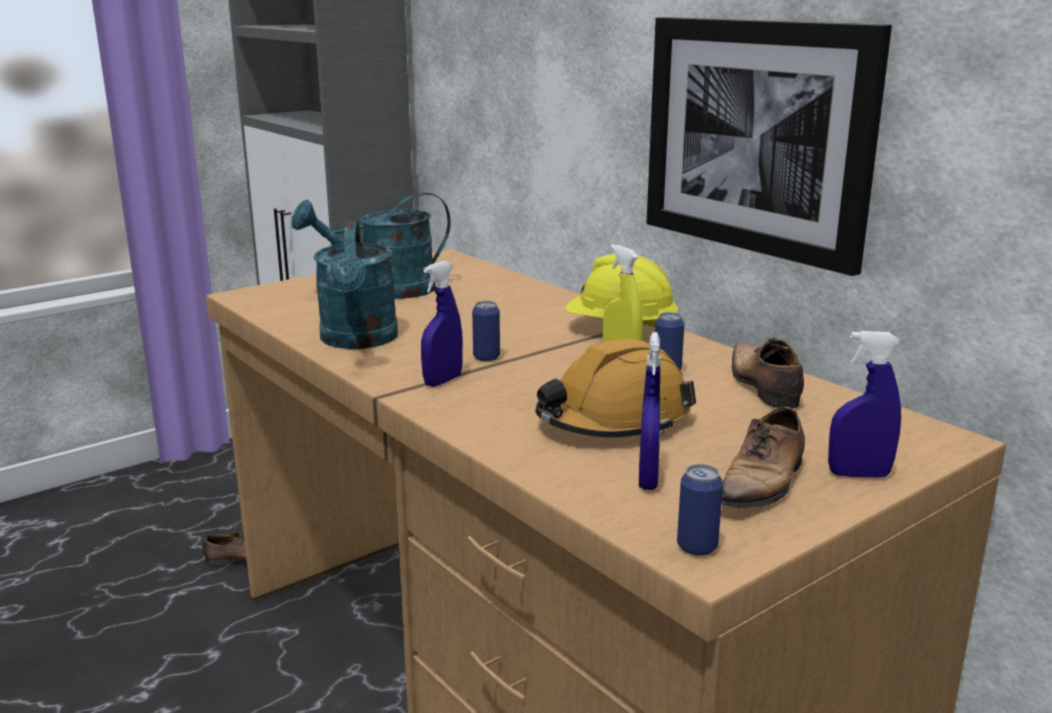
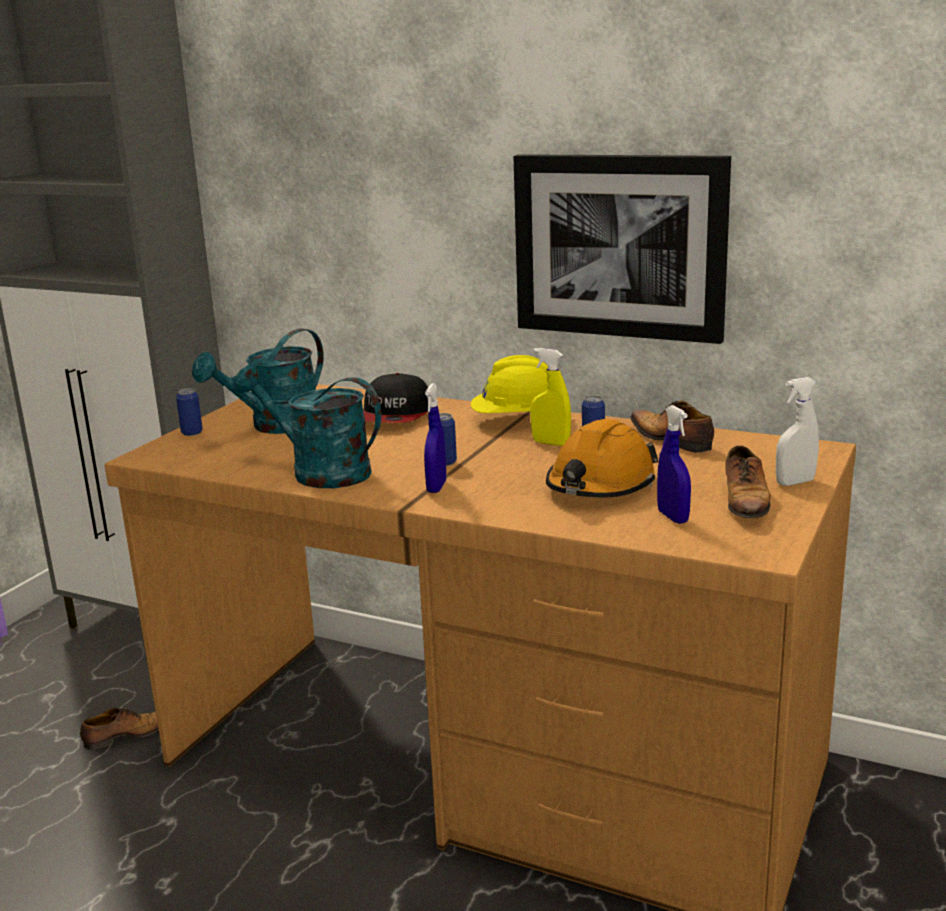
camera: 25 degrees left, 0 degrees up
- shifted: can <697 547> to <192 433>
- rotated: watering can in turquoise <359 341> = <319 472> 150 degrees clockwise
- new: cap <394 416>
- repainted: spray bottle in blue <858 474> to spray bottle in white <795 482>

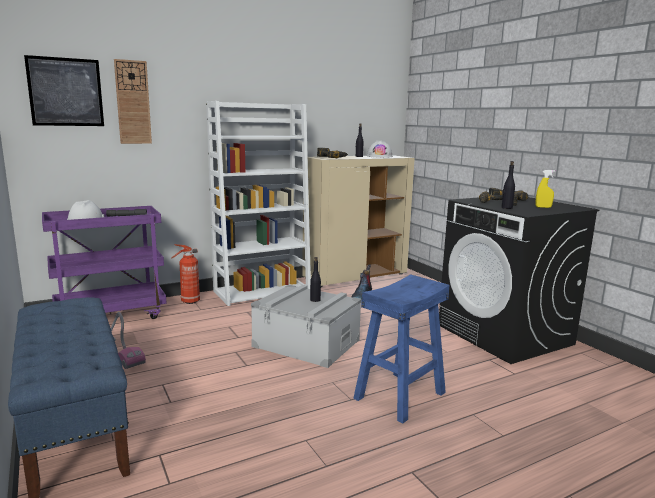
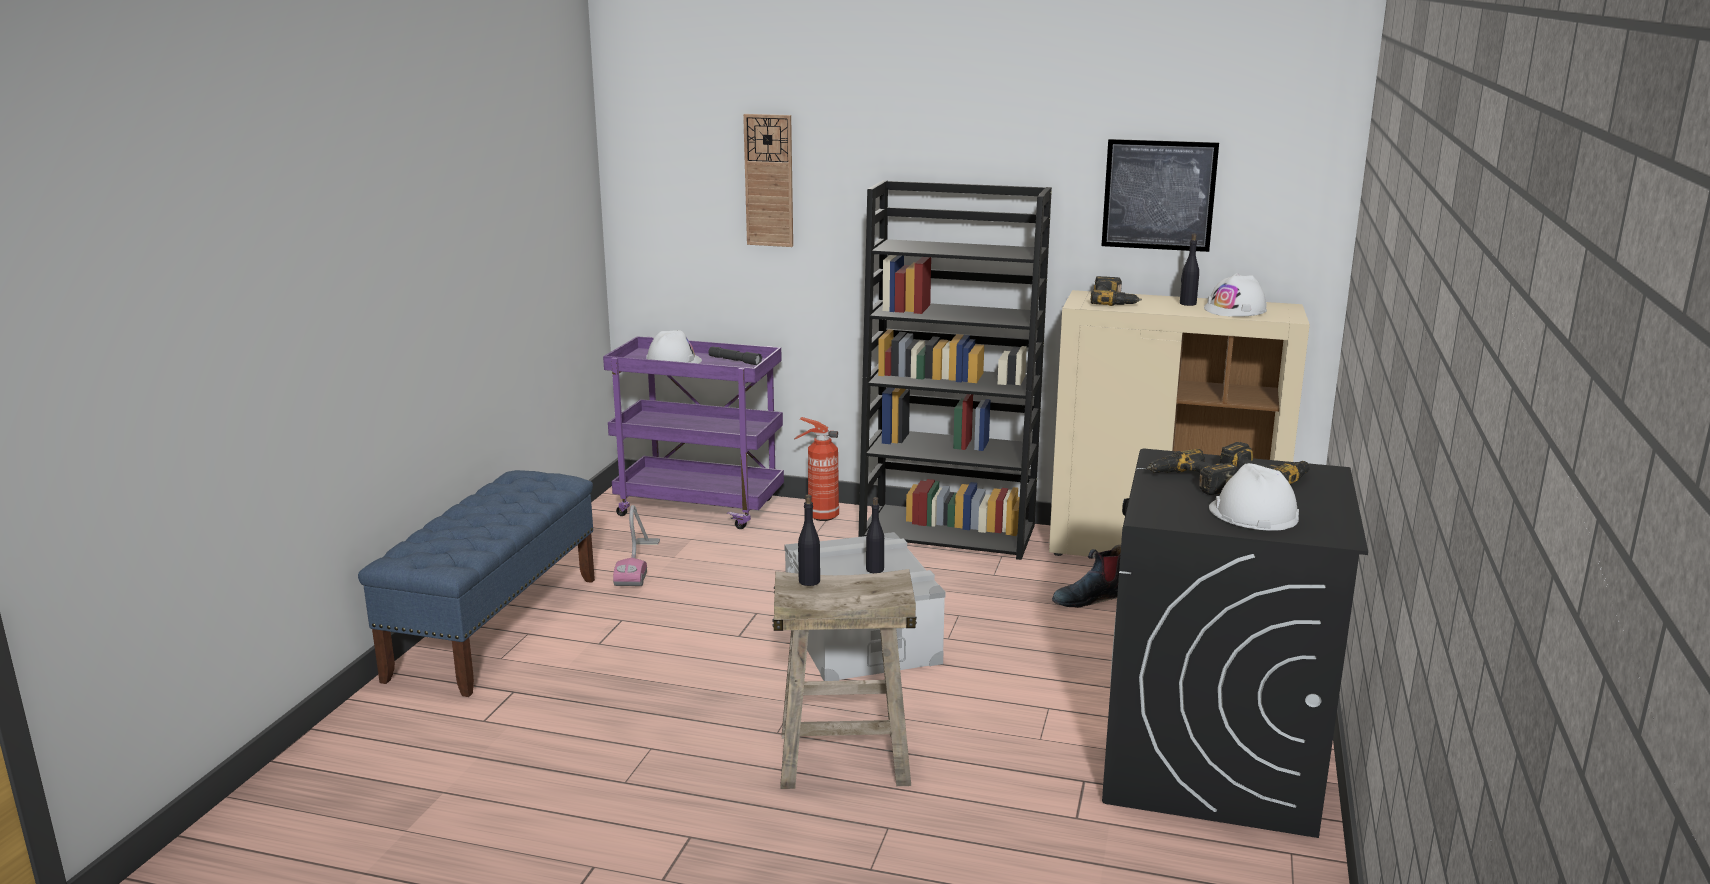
camera: 45 degrees right, 5 degrees up
- repainted: stool in blue <399 395> to stool in beige <845 758>
- shifted: bottle in black <506 208> to <809 581>
- repainted: bookcase in white <262 291> to bookcase in black <949 532>
- shifted: picture <66 92> to <1159 195>
- swapped: spray bottle in yellow <543 207> to hard hat in white <1253 513>

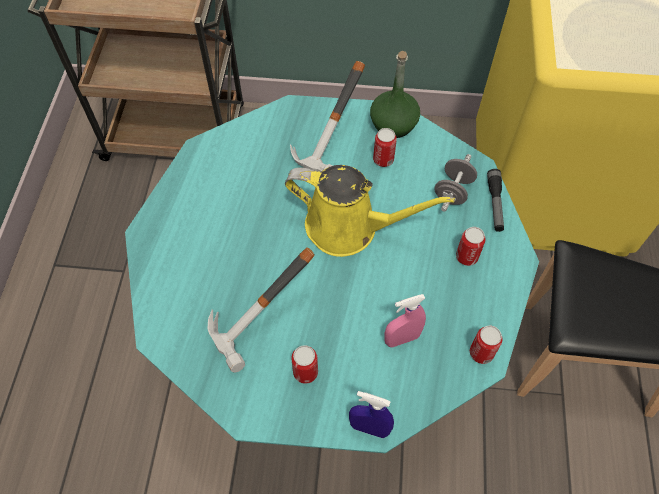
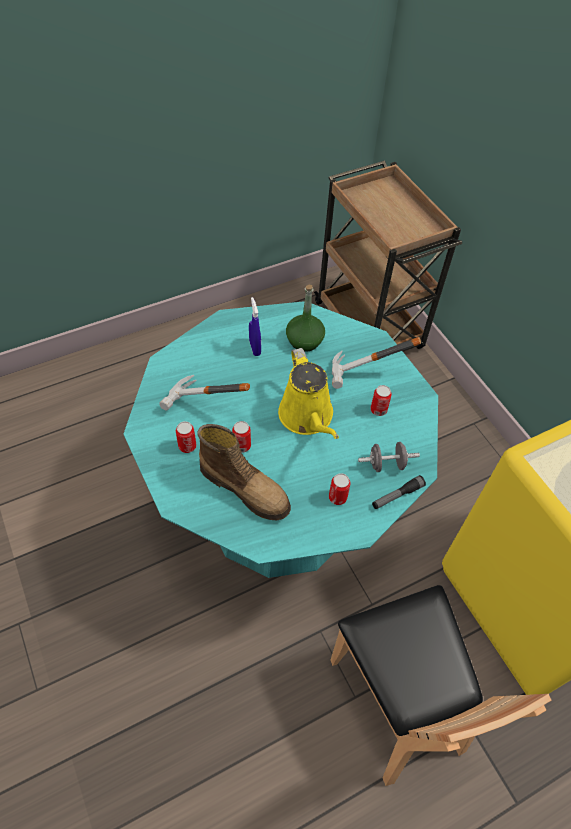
camera: 55 degrees right, 5 degrees down
- swapped: spray bottle in pink <402 339> to boot <245 487>
- shifted: can <481 353> to <242 445>
- shifted: spray bottle in blue <369 428> to <255 348>
- shifted: bottle in green <393 124> to <304 341>

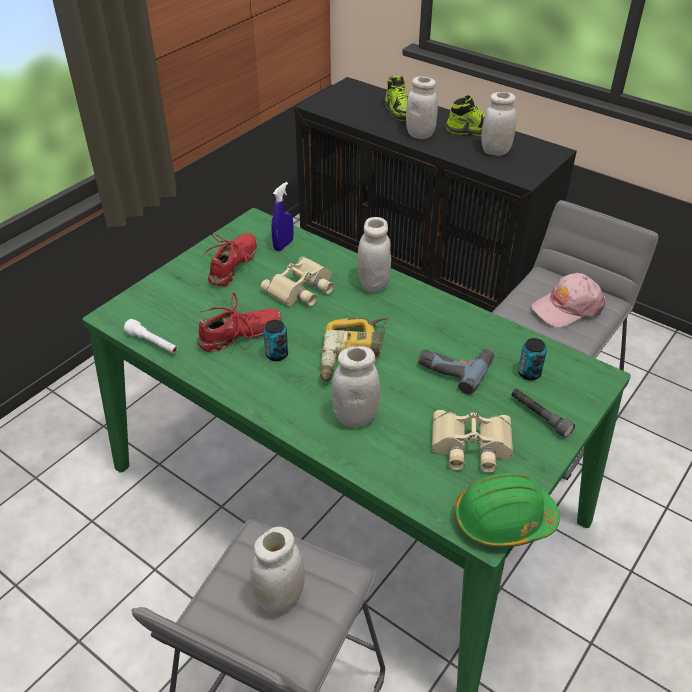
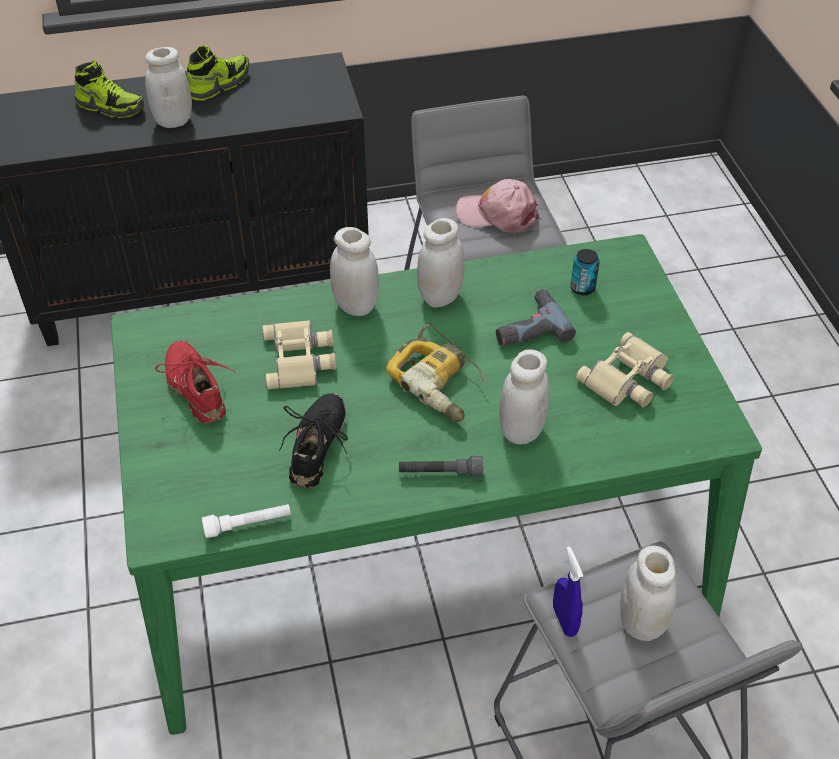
camera: 50 degrees left, 5 degrees up
- repainted: shoe in red <240 336> to shoe in black <318 447>
- shifted: flashlight in grey <539 417> to <440 473>
- shifted: jar in white <495 151> to <440 297>
- rotated: cap in pink <567 307> = <497 214> 90 degrees clockwise
- shifted: spray bottle in blue <283 245> to <564 620>
- gone: can <277 354>
- gone: hard hat in green <503 520>

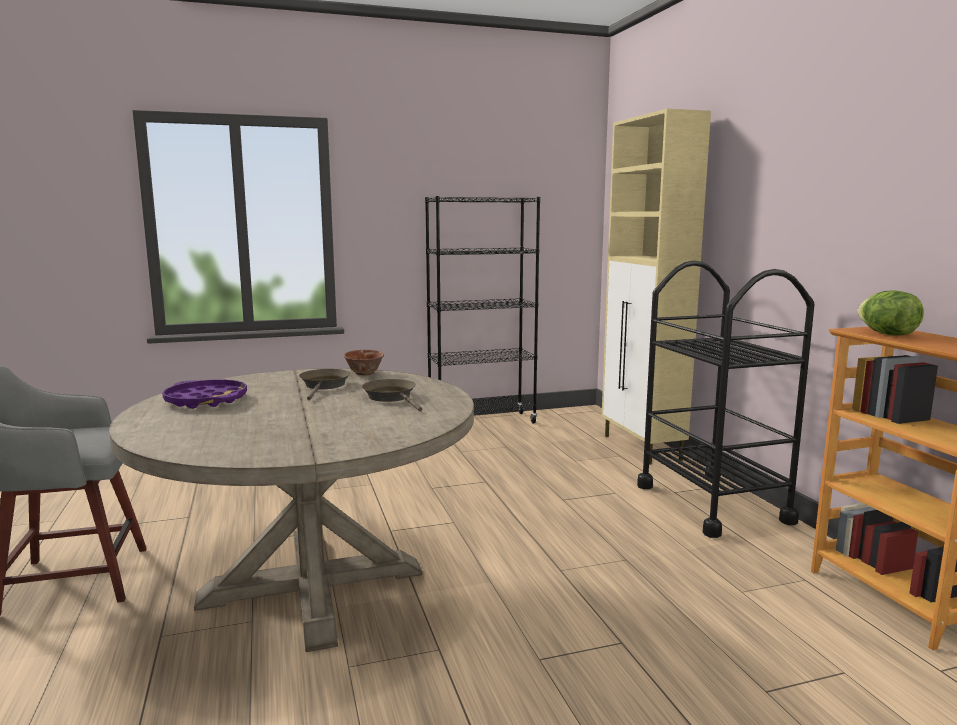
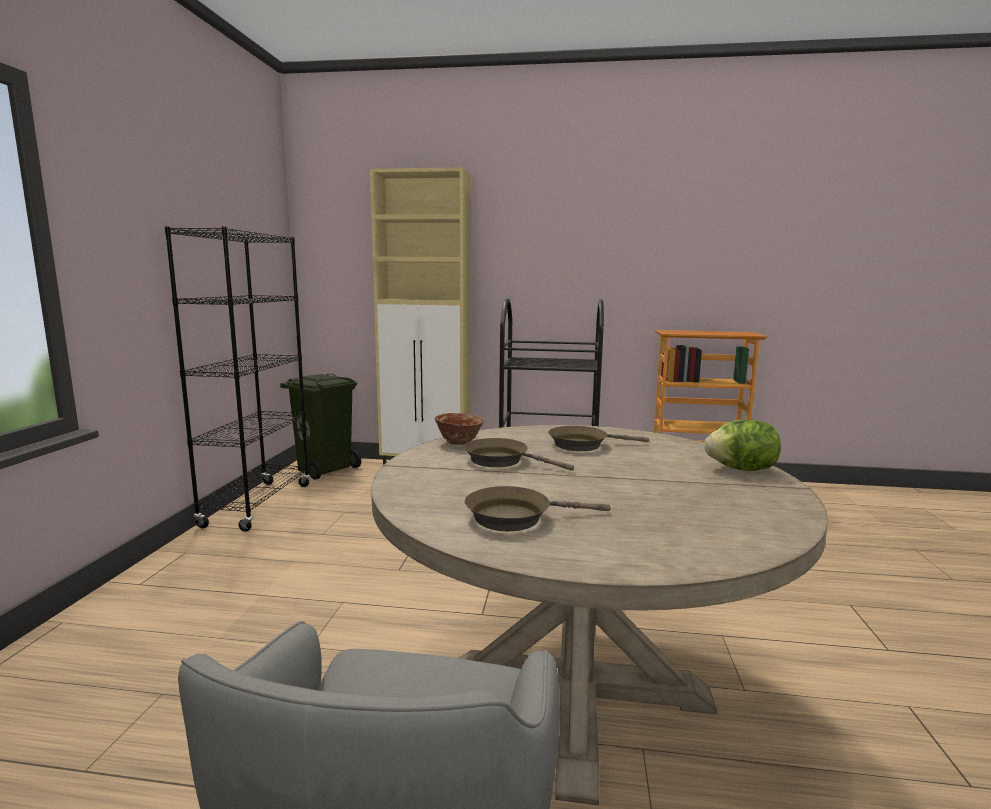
camera: 65 degrees left, 0 degrees up
- new: trash can in green <325 468>
- swapped: tray in purple <206 400> to frying pan in brown <515 517>
- shifted: lettuce <887 334> to <741 469>

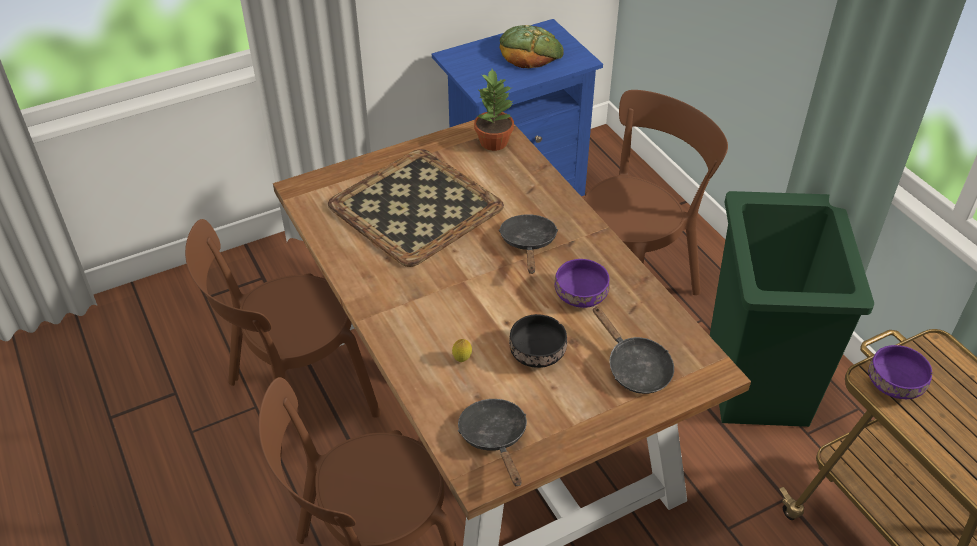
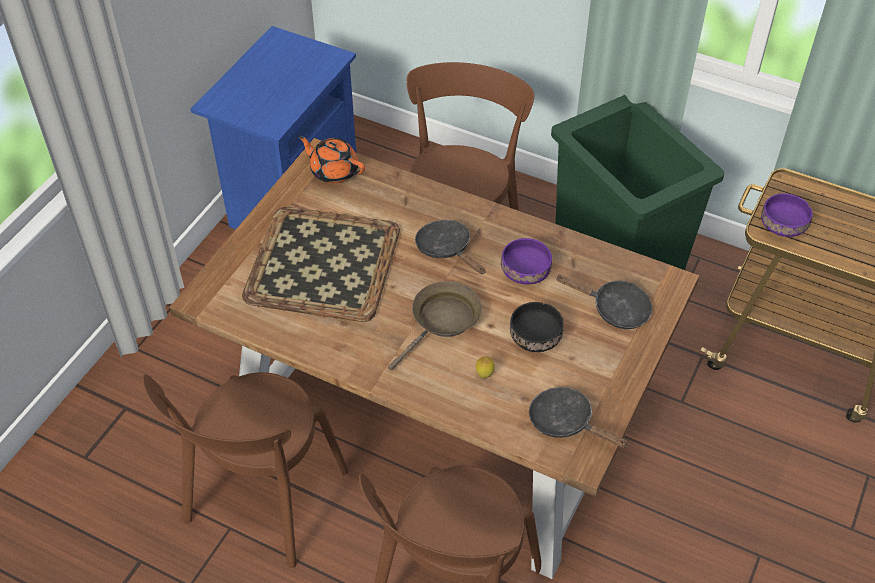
camera: 35 degrees left, 5 degrees up
- swapped: potted plant <493 141> to teapot in orange <333 171>
- new: frying pan in brown <442 321>
- gone: bread <530 51>

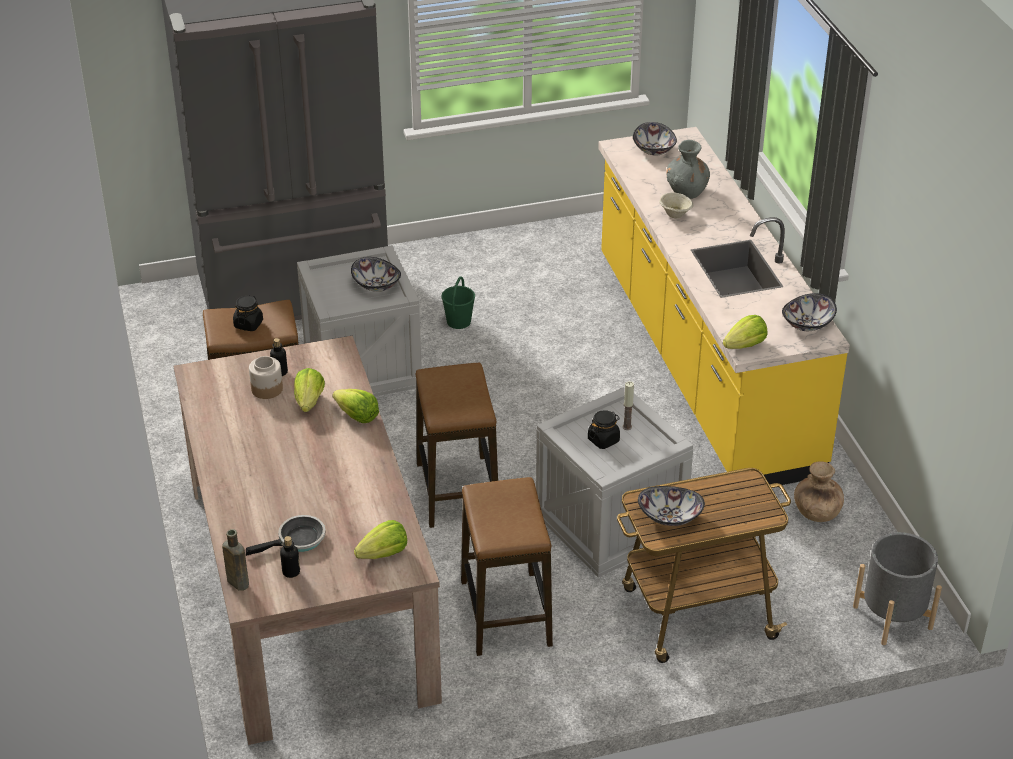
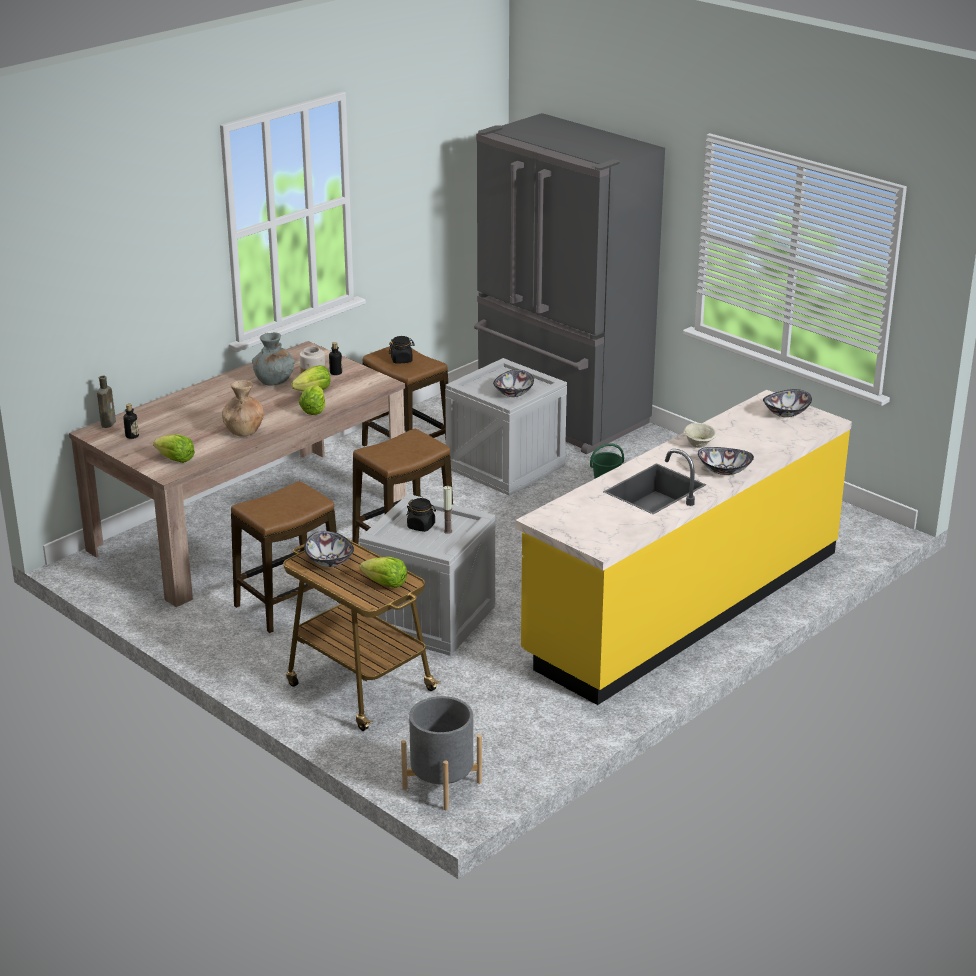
camera: 60 degrees right, 10 degrees down
- shifted: vase in brown <816 513> to <244 430>
- shifted: vase in grey <687 191> to <274 381>
- shifted: lettuce <745 345> to <385 584>
- shifted: bowl <806 324> to <724 470>
- gone: frying pan <298 540>

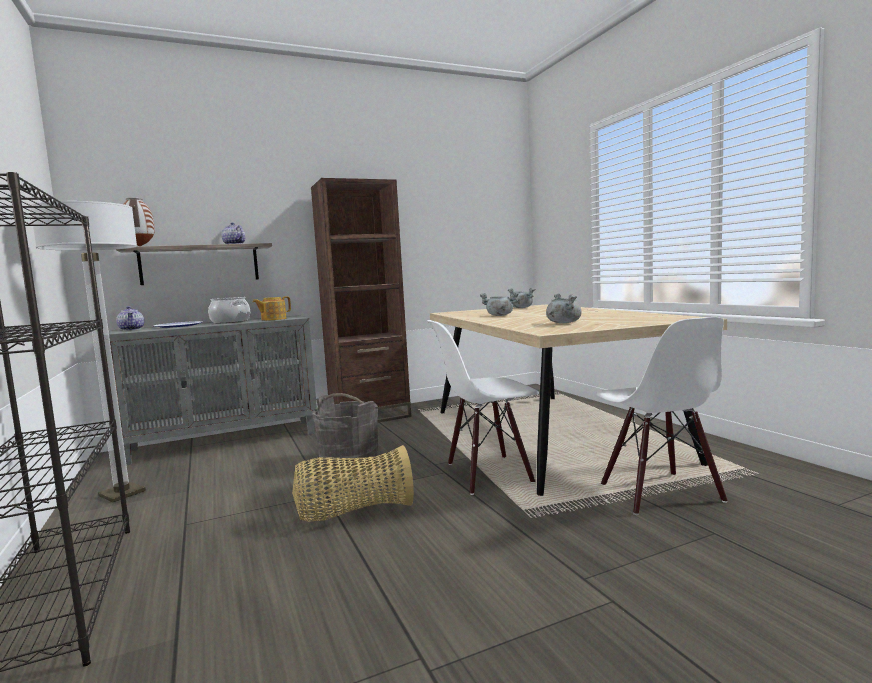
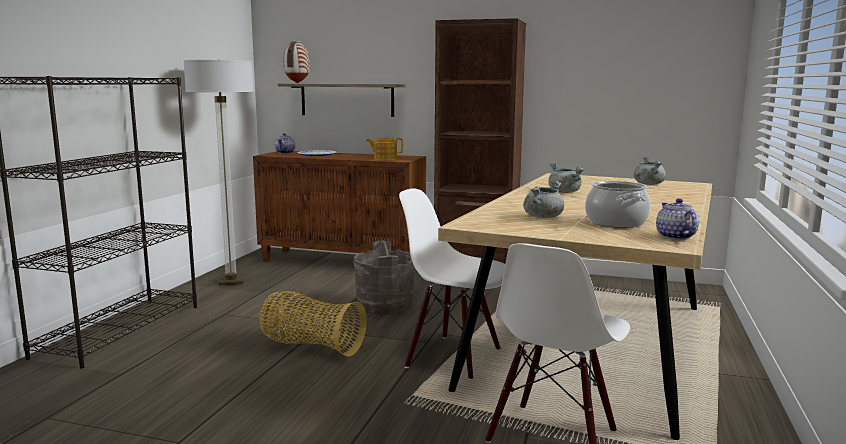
camera: 40 degrees right, 5 degrees up
- repainted: cabinet in grey <226 441> to cabinet in brown <343 261>
- shifted: cooking pot <230 321> to <616 222>
- shifted: teapot <233 244> to <675 236>

